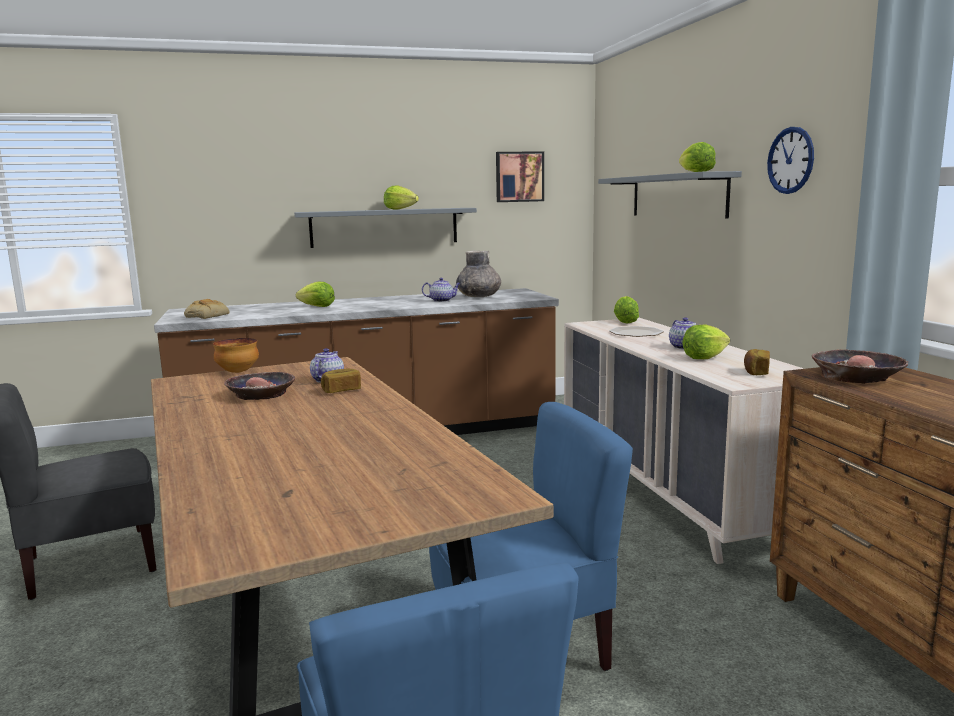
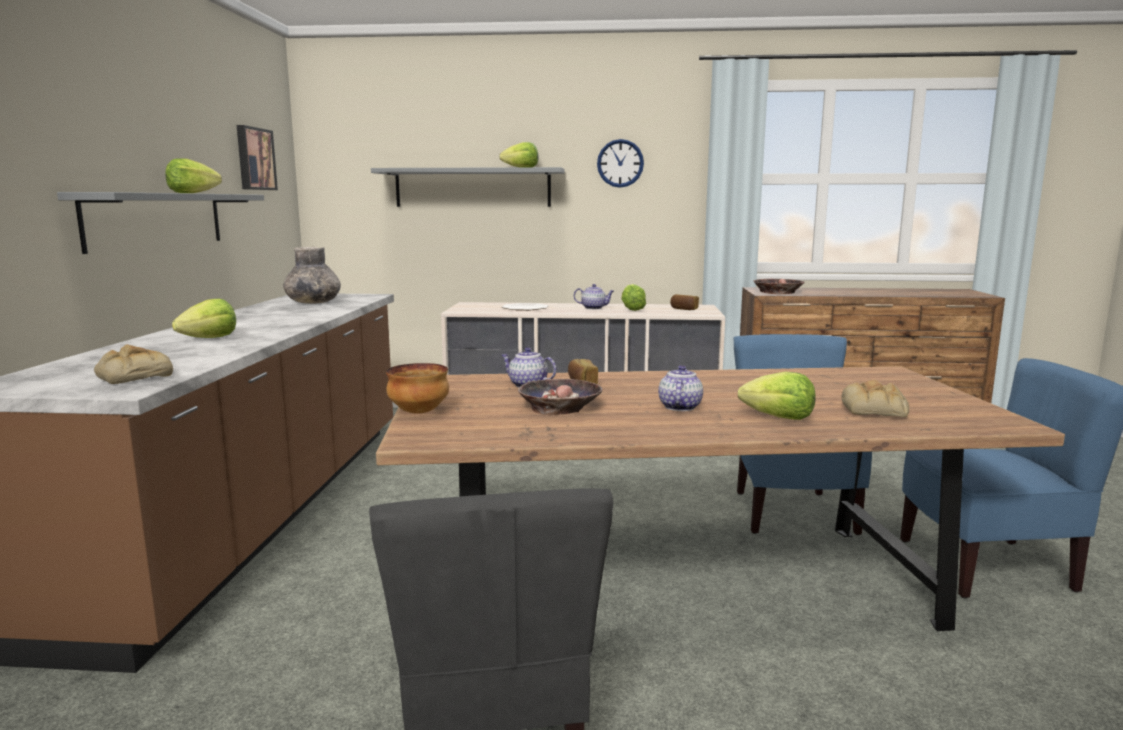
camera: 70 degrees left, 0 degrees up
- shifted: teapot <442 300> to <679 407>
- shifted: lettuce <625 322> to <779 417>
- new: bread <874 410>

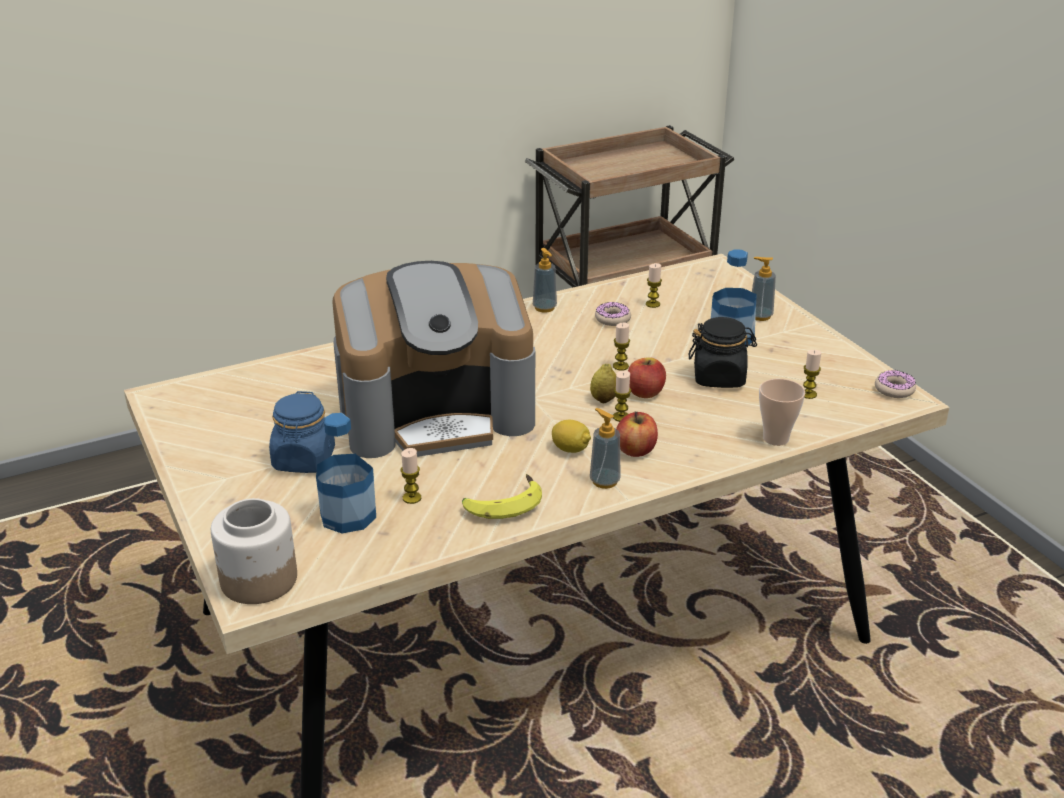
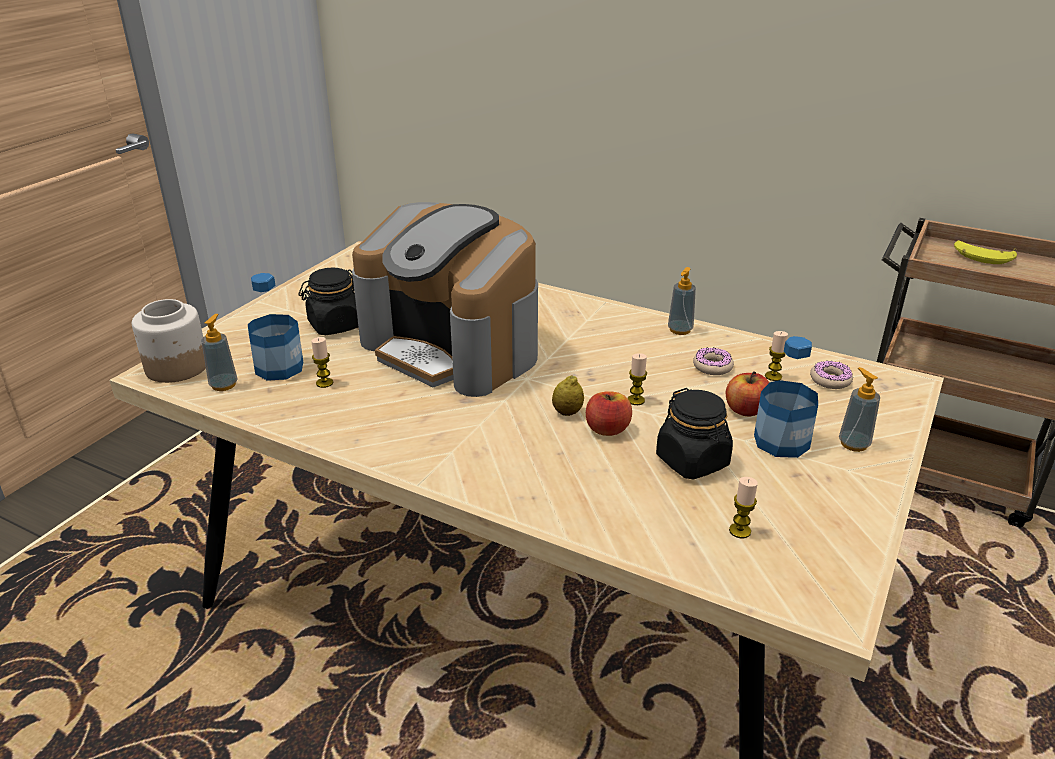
camera: 55 degrees right, 0 degrees up
- shifted: soap dispenser <604 481> to <224 385>
- repainted: jar in blue <304 460> to jar in black <335 325>
- shifted: apple <636 450> to <746 410>
- shifted: donut <894 389> to <830 380>
- shifted: banana <502 504> to <983 256>
- gone: lemon <571 449>
- gone: candle <621 417>
- gone: cup <776 438>

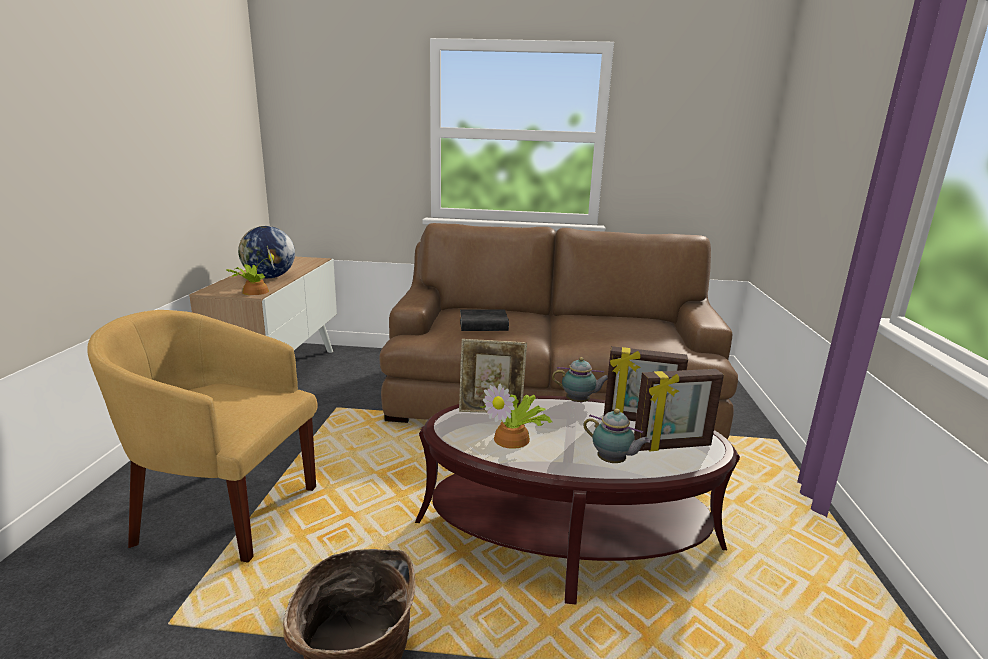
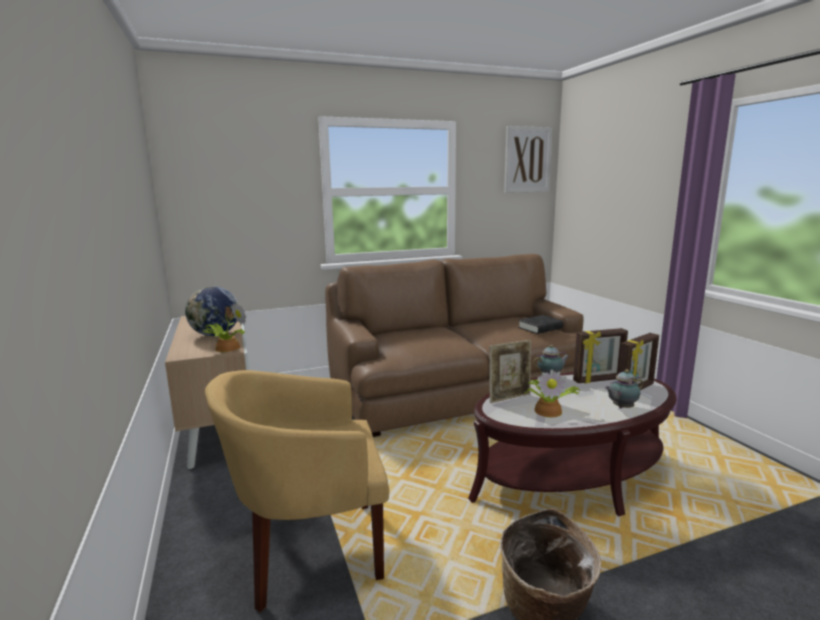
camera: 25 degrees left, 5 degrees down
- new: picture <527 160>
- shifted: book in black <483 325> to <540 328>
- rotated: teapot <613 462> = <621 407> 150 degrees clockwise

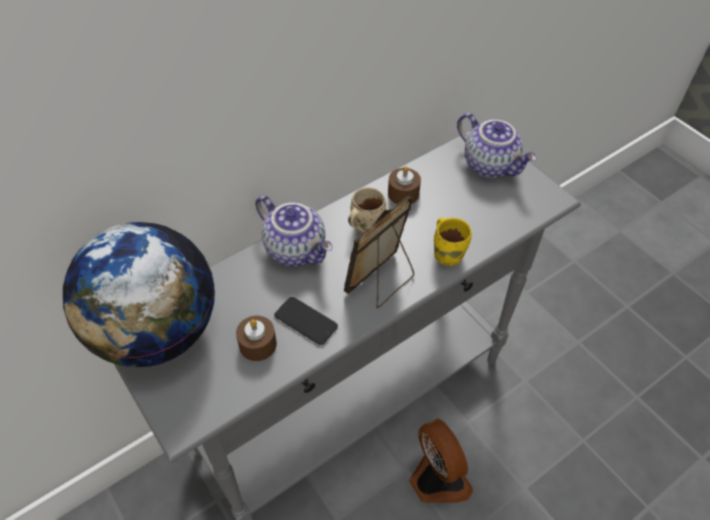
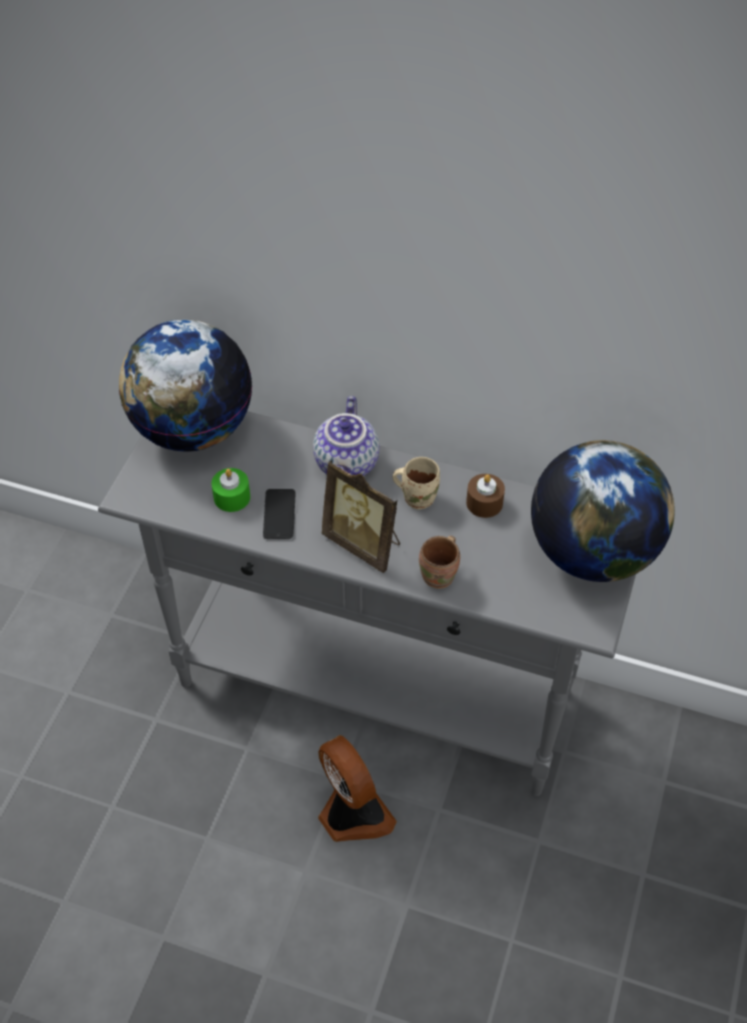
camera: 55 degrees right, 0 degrees up
- repainted: candle in brown <258 344> to candle in green <232 497>
- rotated: fan <436 479> = <352 813> 60 degrees counterclockwise
- rotated: picture frame <382 282> = <364 543> 150 degrees counterclockwise
- repainted: mug in yellow <449 253> to mug in brown <441 576>
- swapped: teapot <491 165> to globe <592 552>

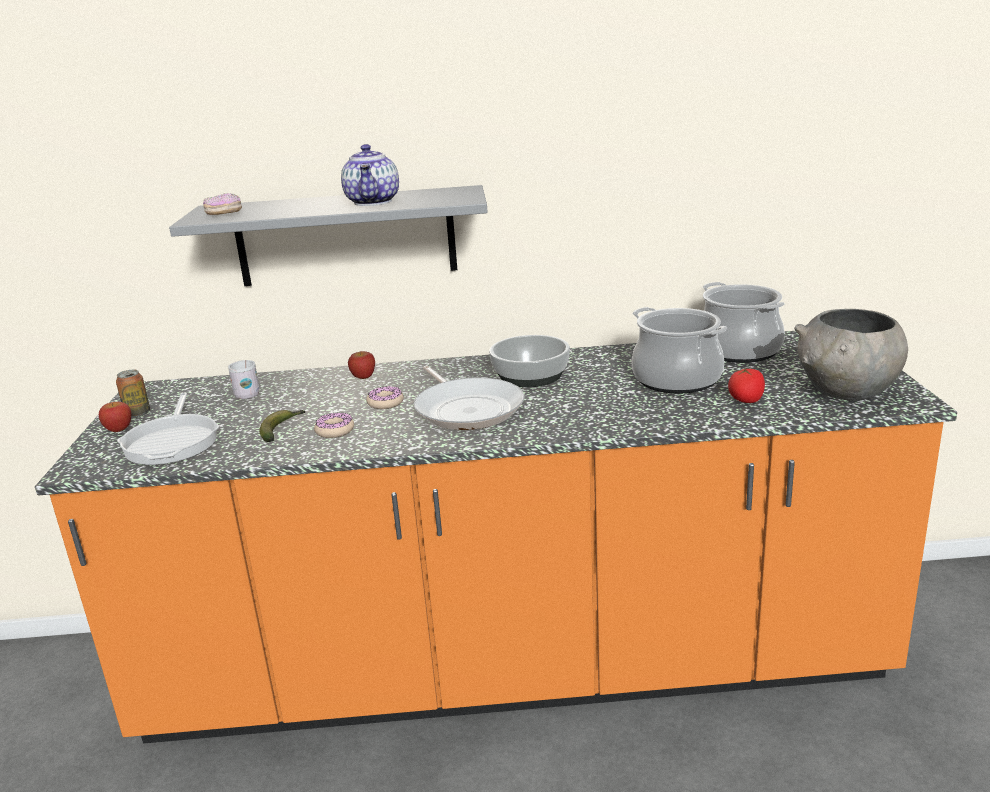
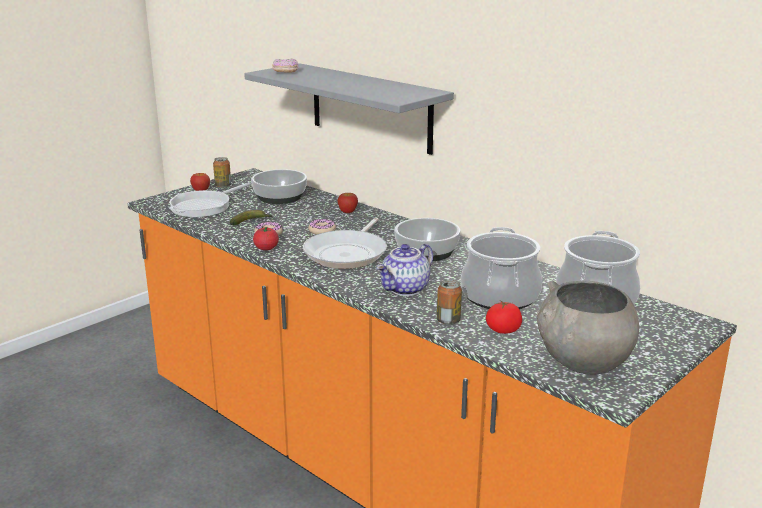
camera: 45 degrees right, 0 degrees up
- swapped: mug in white <246 394> to bowl <279 196>
- new: tomato <266 248>
- shifted: teapot <374 202> to <406 289>
- new: can <448 321>

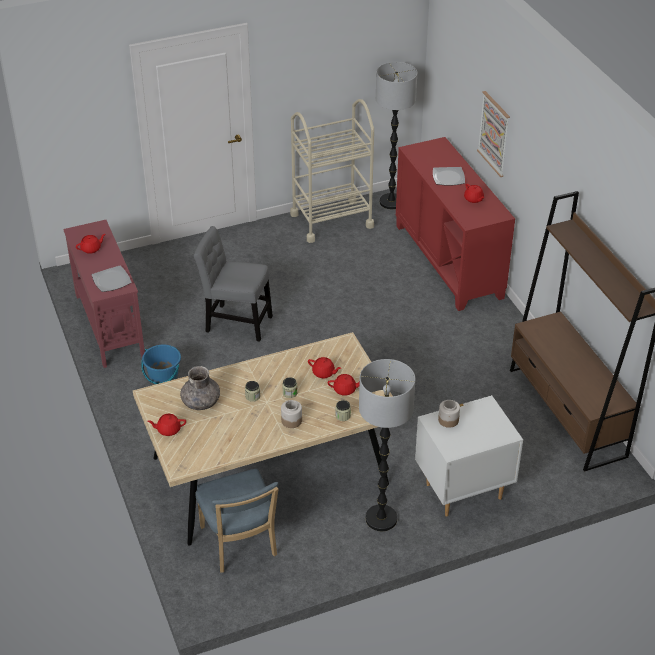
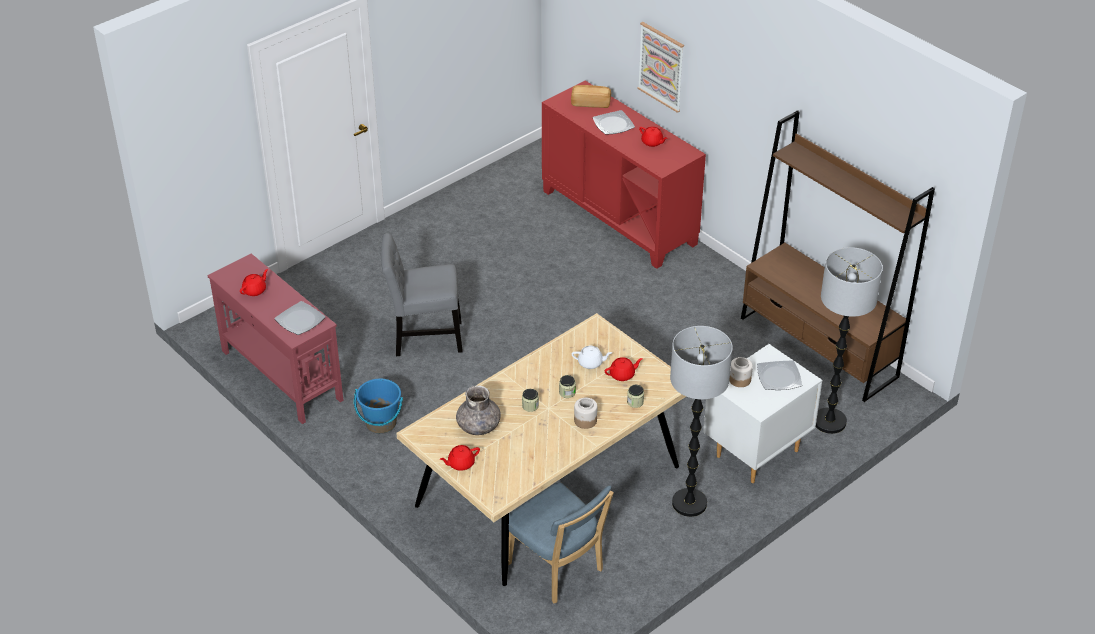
camera: 20 degrees left, 0 degrees up
- new: bread <591 103>
- repainted: teapot in red <324 373> to teapot in white <591 363>
- new: plate <778 377>
- shifted: floor lamp <391 202> to <829 421>
- gone: cart in beige <331 220>

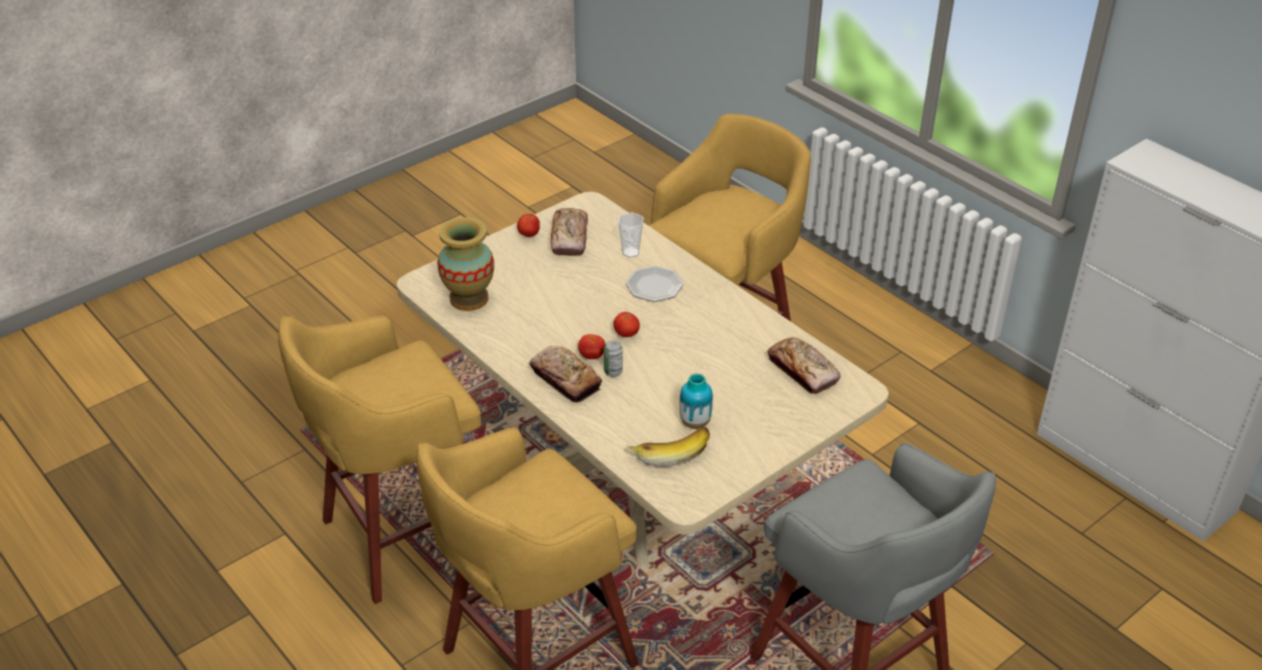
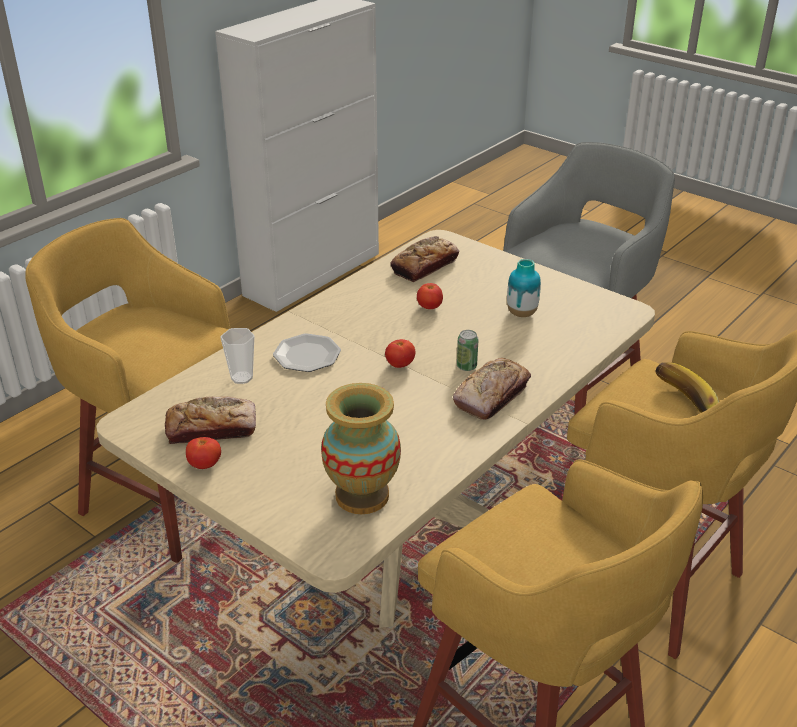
camera: 100 degrees left, 5 degrees down
- shifted: tomato <592 356> to <429 307>
- shifted: banana <669 451> to <683 403>

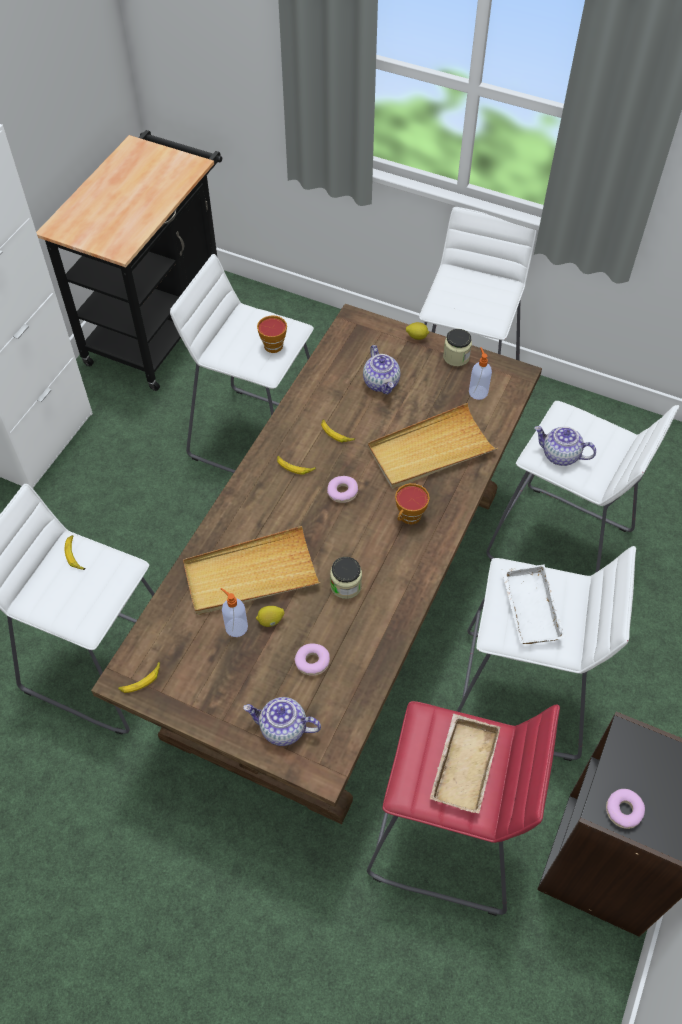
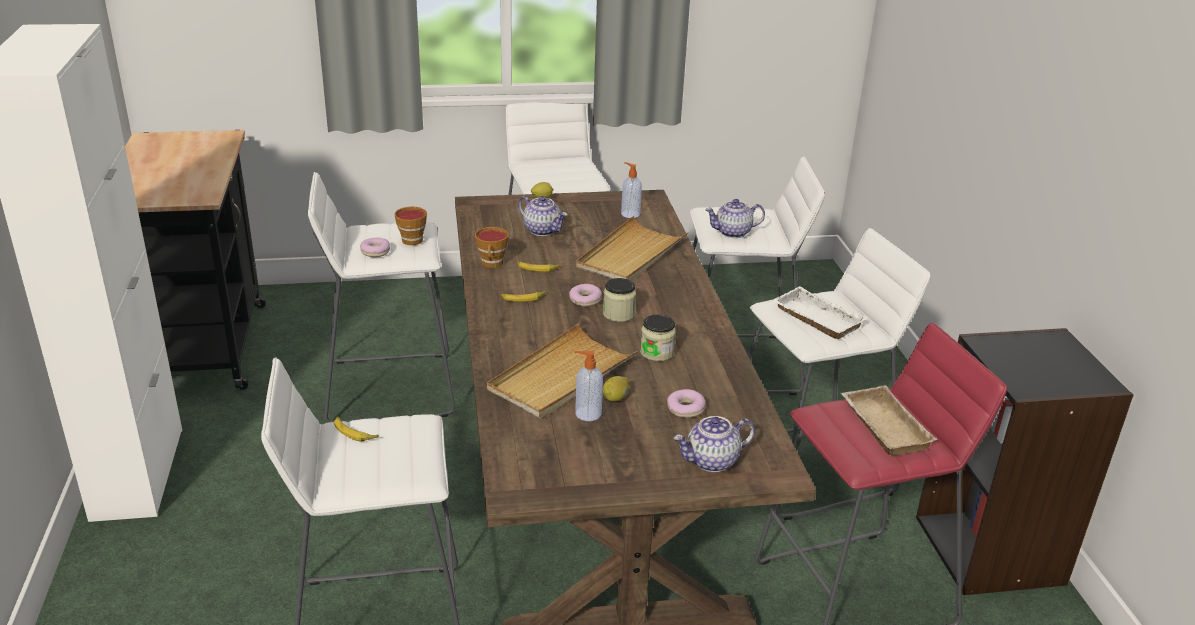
camera: 35 degrees left, 25 degrees down
- shifted: donut <623 810> to <375 251>
- shifted: cup <409 517> to <492 264>
- shifted: jar <456 357> to <618 314>
- gone: banana <141 680>

